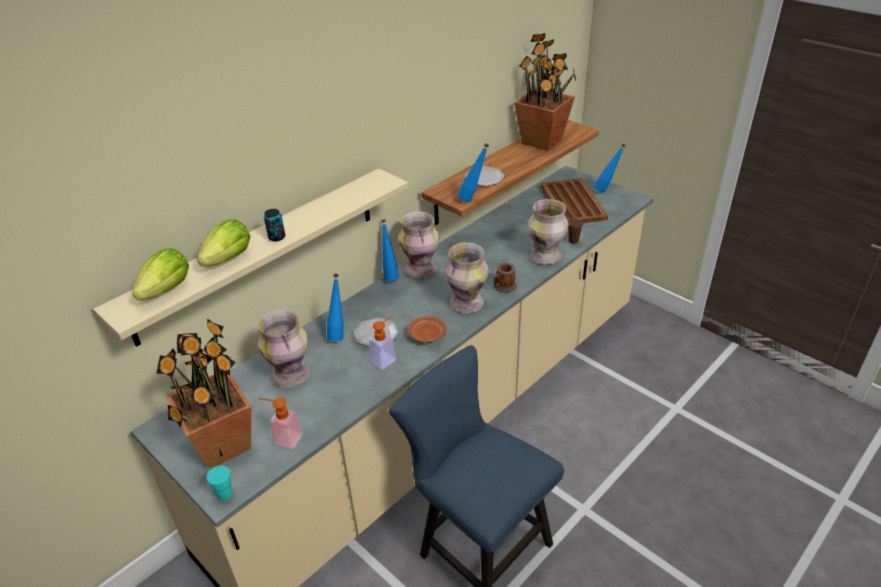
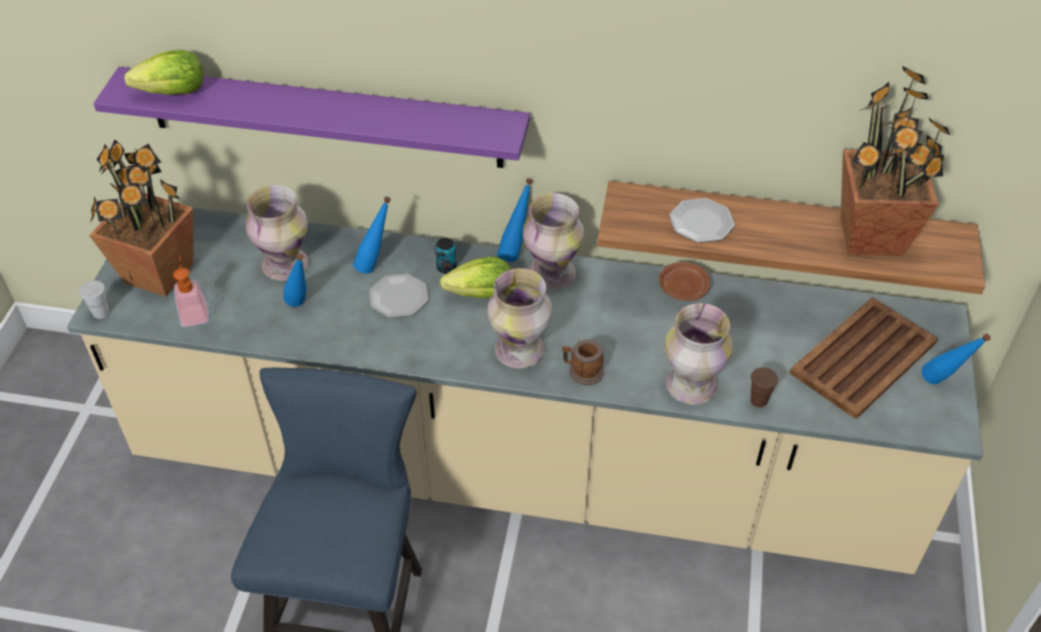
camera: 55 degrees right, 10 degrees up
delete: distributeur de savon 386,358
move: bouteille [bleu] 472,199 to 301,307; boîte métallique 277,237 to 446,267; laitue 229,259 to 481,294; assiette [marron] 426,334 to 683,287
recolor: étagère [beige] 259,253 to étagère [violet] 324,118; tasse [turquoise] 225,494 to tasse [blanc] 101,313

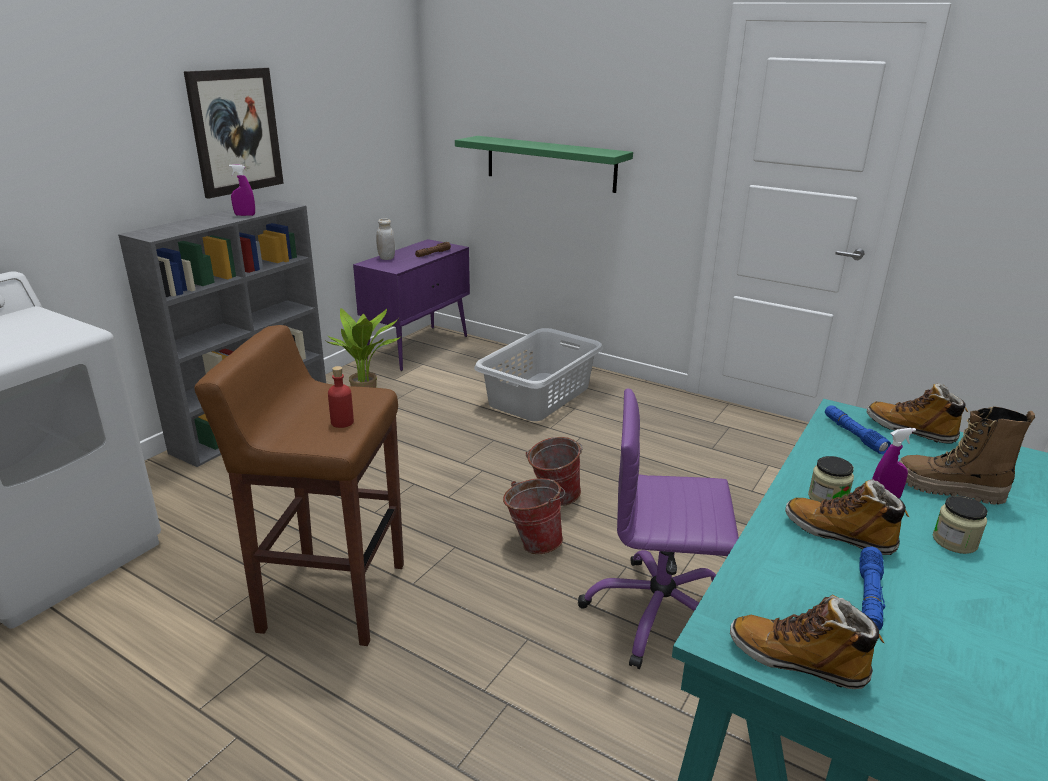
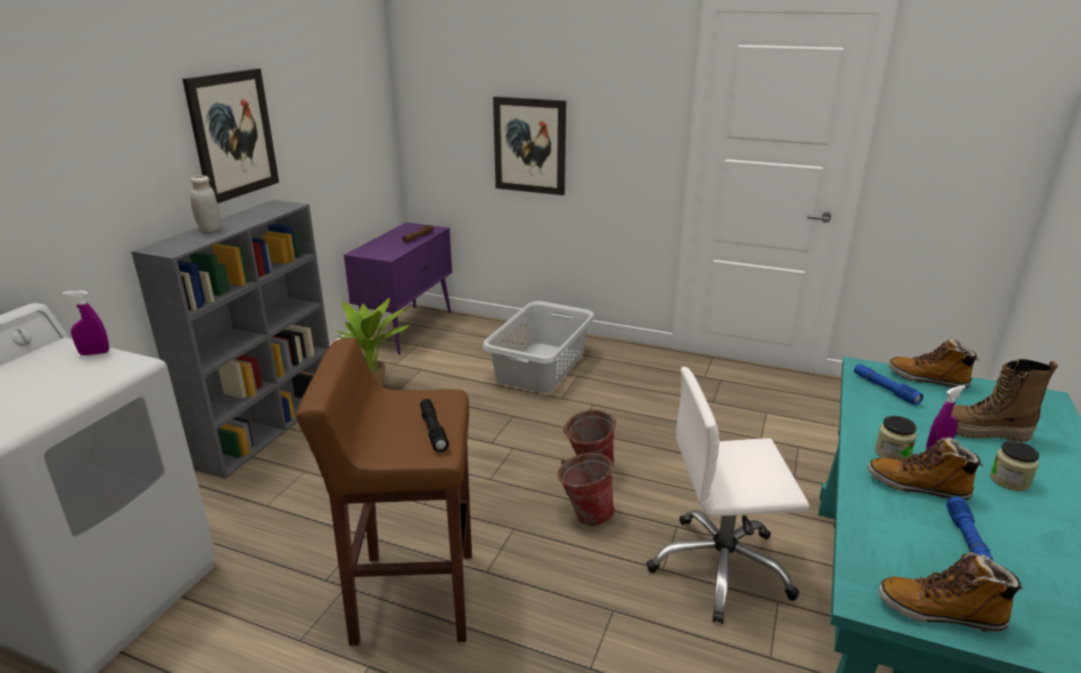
camera: 10 degrees left, 0 degrees up
move: vaporisateur [violet] 245,215 to 94,353; bocal [blanc] 386,258 to 210,229
replace: étagère [vert] 550,163 to tableau 530,145; bouteille [rouge] 342,422 to lampe de poche [noir] 433,430
recolor: chaise de bureau [violet] 658,614 to chaise de bureau [blanc] 721,568

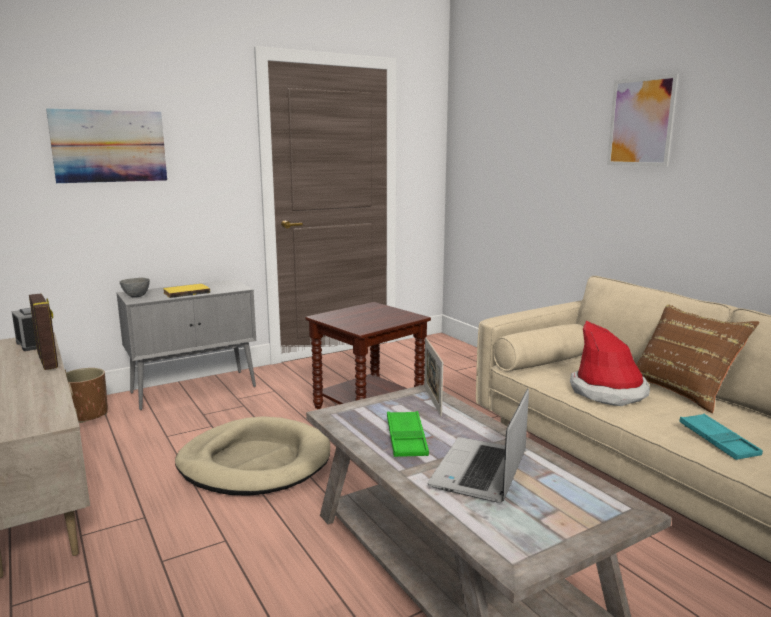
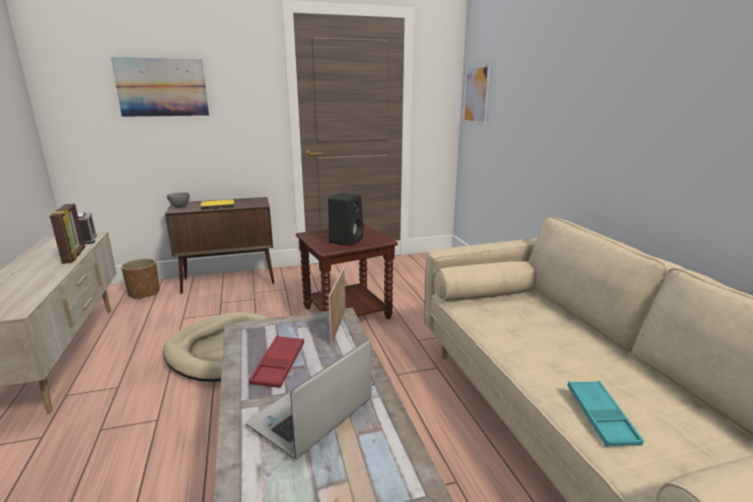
camera: 15 degrees right, 5 degrees up
delete: coussin [marron] 682,390; chapeau 608,392
insert: enceinte [noir] 346,240
move: tableau 641,122 to 476,95
recolor: meuble de rangement [gris] 195,389 to meuble de rangement [marron] 230,281; plateau [vert] 406,439 to plateau [rouge] 279,365

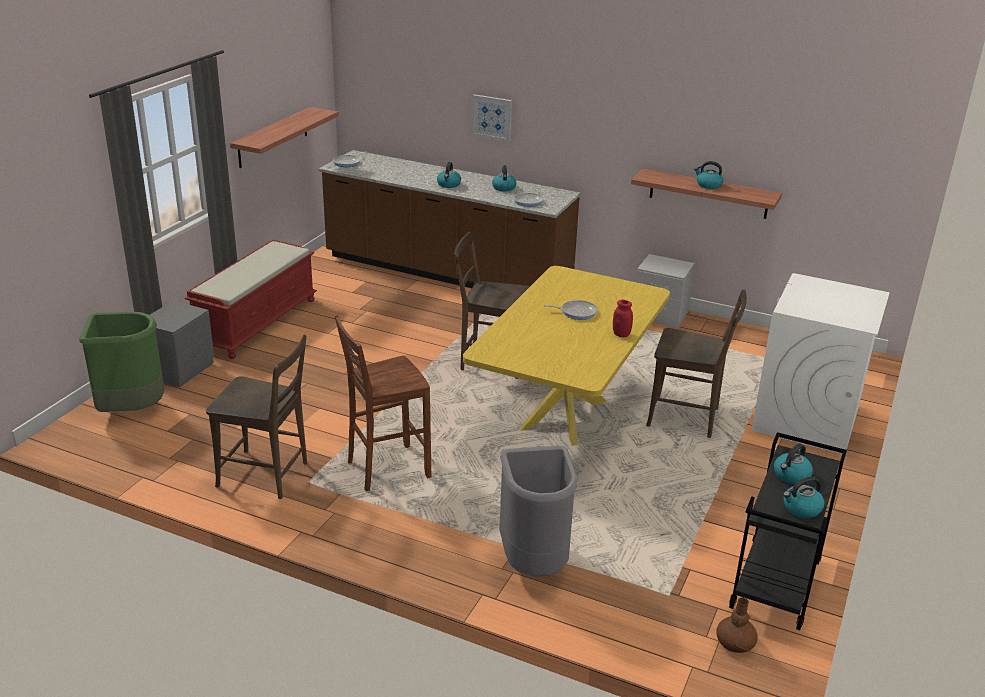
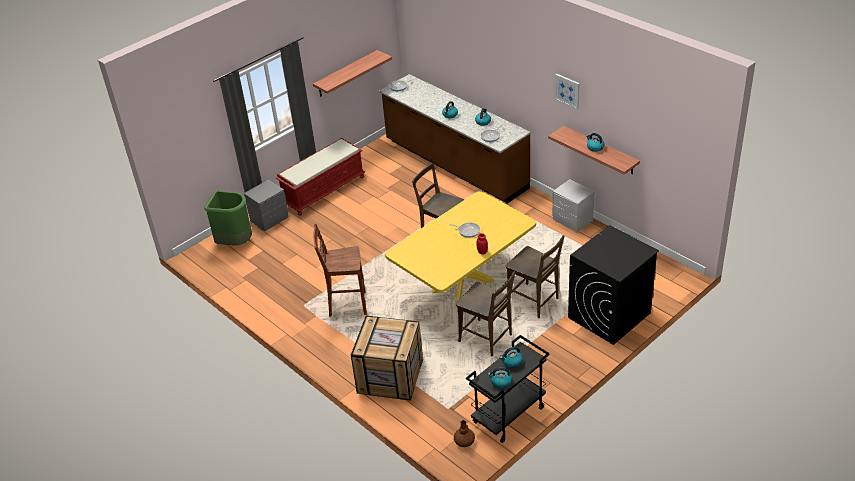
camera: 25 degrees right, 10 degrees up
move: tableau 492,117 to 567,91; chaise [marron] 267,475 to 487,339
replace: poubelle [gris] 534,564 to caisse 391,376
recolor: lave-linge [blanc] 806,418 to lave-linge [noir] 609,315

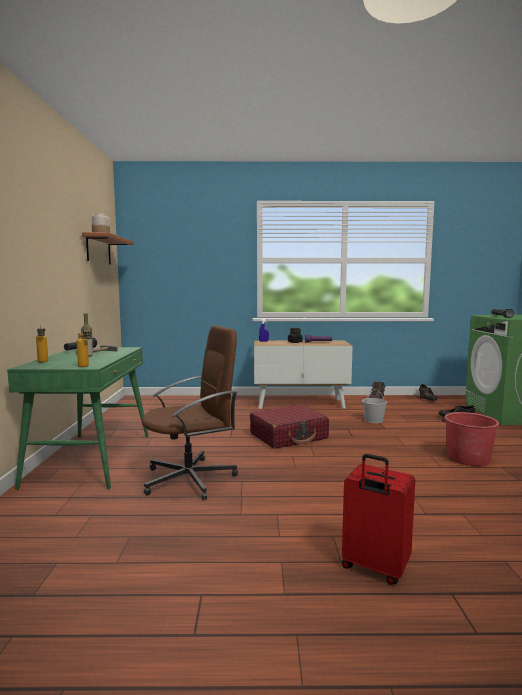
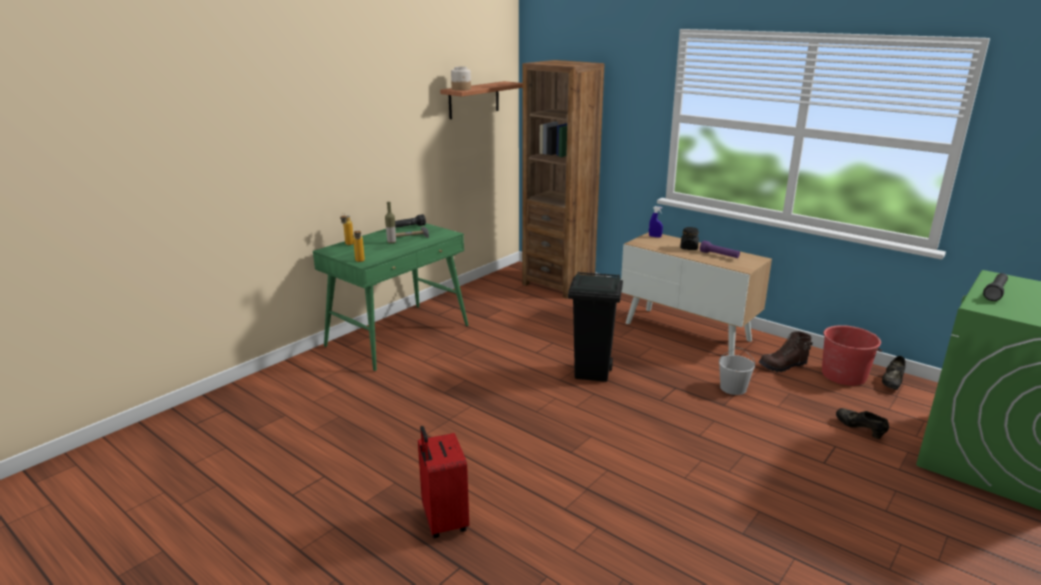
camera: 40 degrees right, 15 degrees up
delete: chaise de bureau [marron] 191,479
insert: bibliothèque [marron] 558,284
move: seau [rouge] 468,458 to 844,375
replace: valise [rouge] 289,436 to poubelle [noir] 593,373

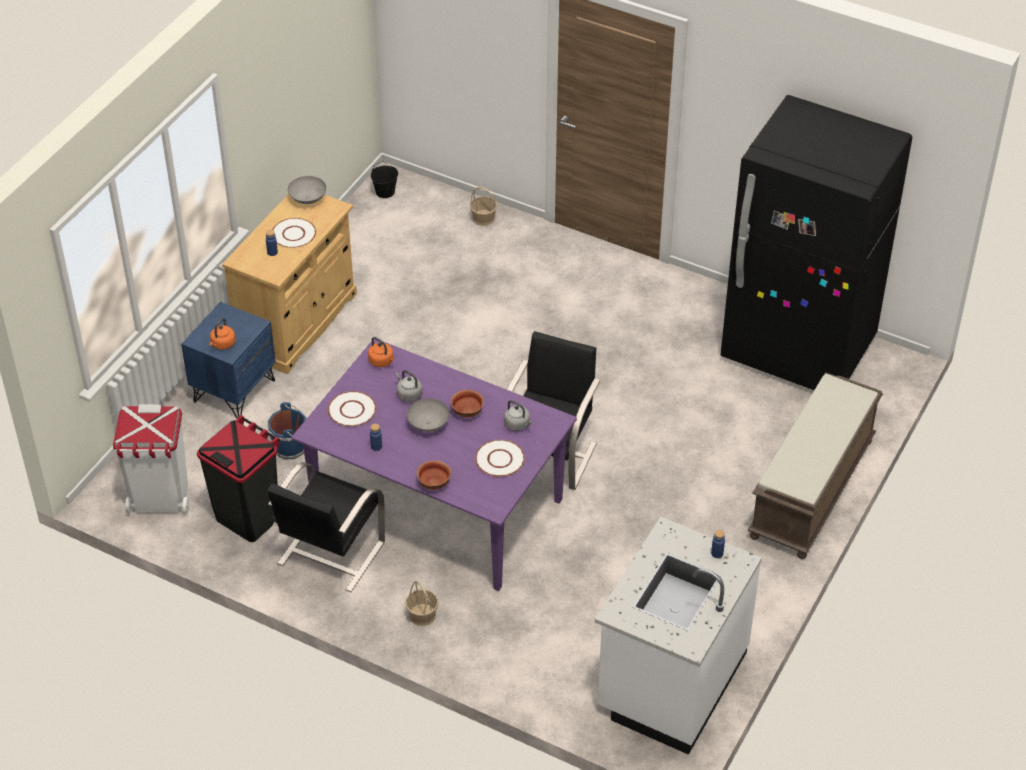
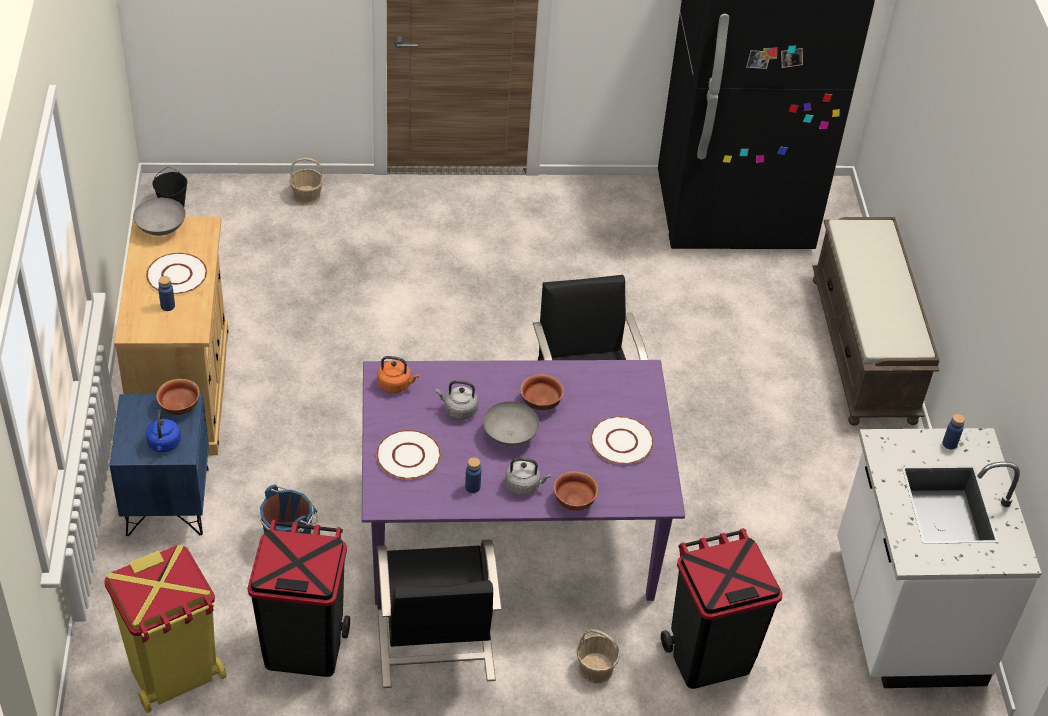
camera: 35 degrees left, 0 degrees up
insert: bol 180,408; poubelle [noir] 708,657
move: bouilloire [gris] 518,425 to 524,486
recolor: bouilloire [orange] 222,344 to bouilloire [bleu] 164,444; poubelle [blanc] 160,498 to poubelle [jaune] 174,674

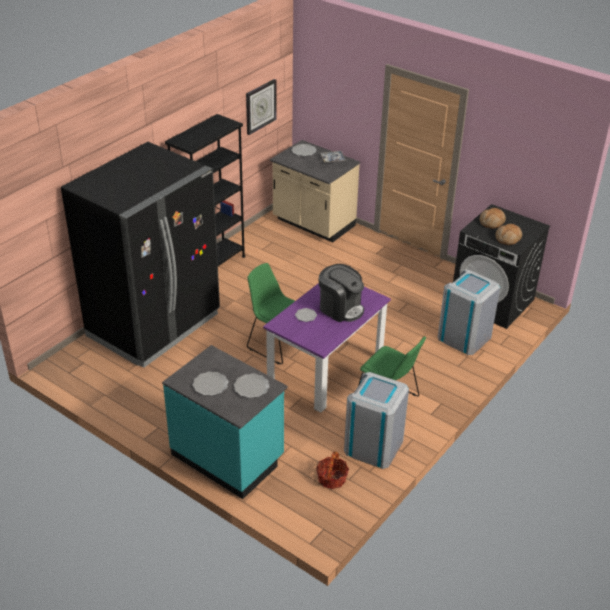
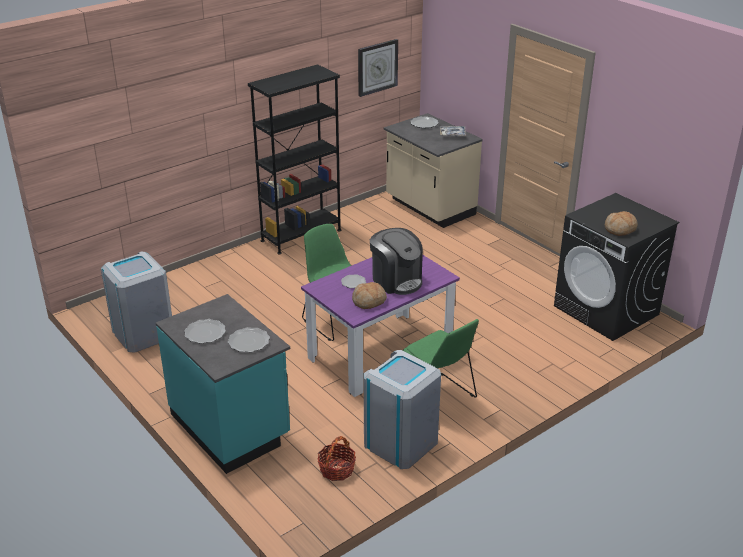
camera: 15 degrees right, 5 degrees down
delete: réfrigérateur [noir] 154,325
move: pain 492,222 to 369,301; poubelle [gris] 464,337 to 143,333

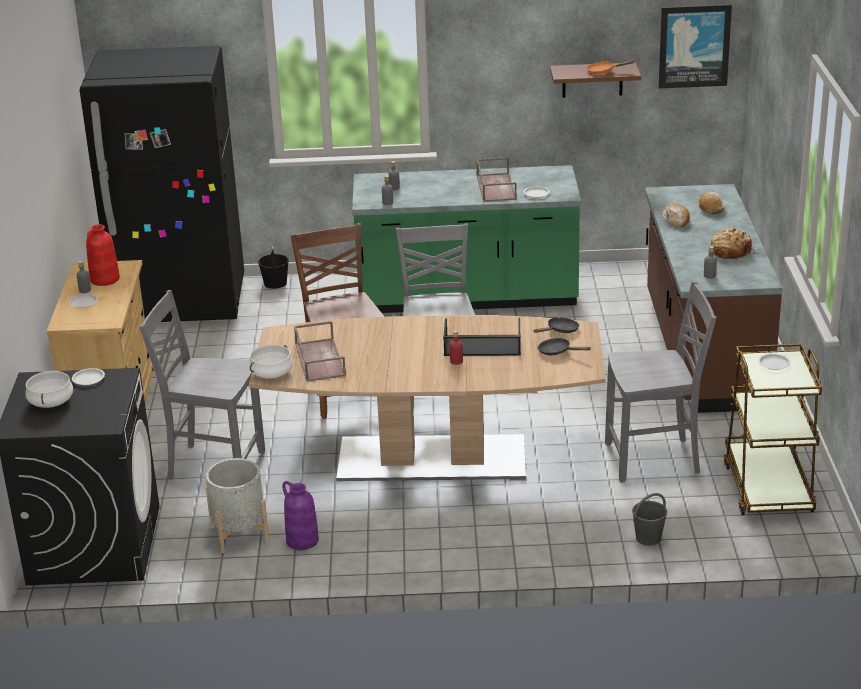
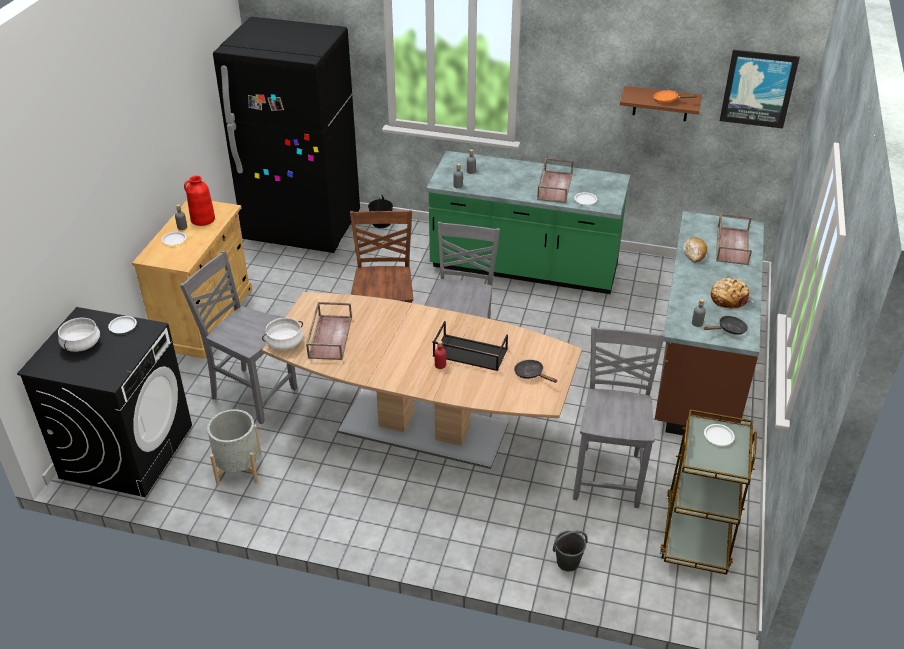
camera: 15 degrees right, 10 degrees up
delete: vase [violet] 301,540
move: poêle [noir] 560,330 to 729,329
replace: pain 711,207 to plateau [marron] 731,245
rotate: chaise [gris] 654,460 = 609,475 90 degrees counterclockwise

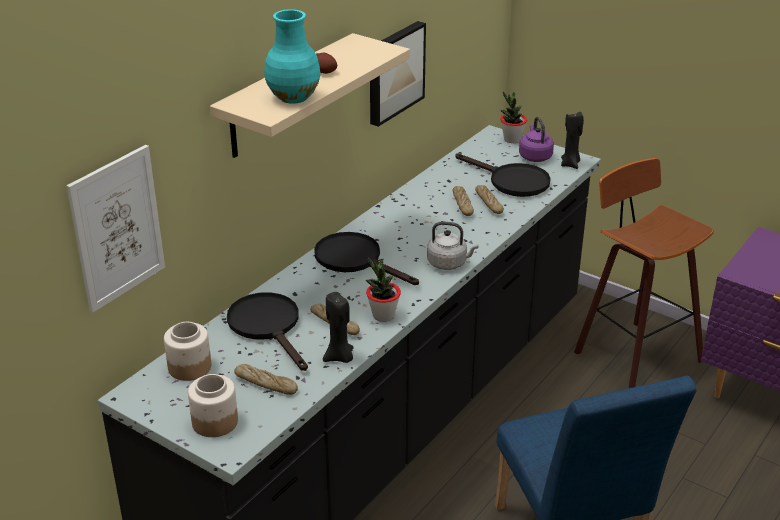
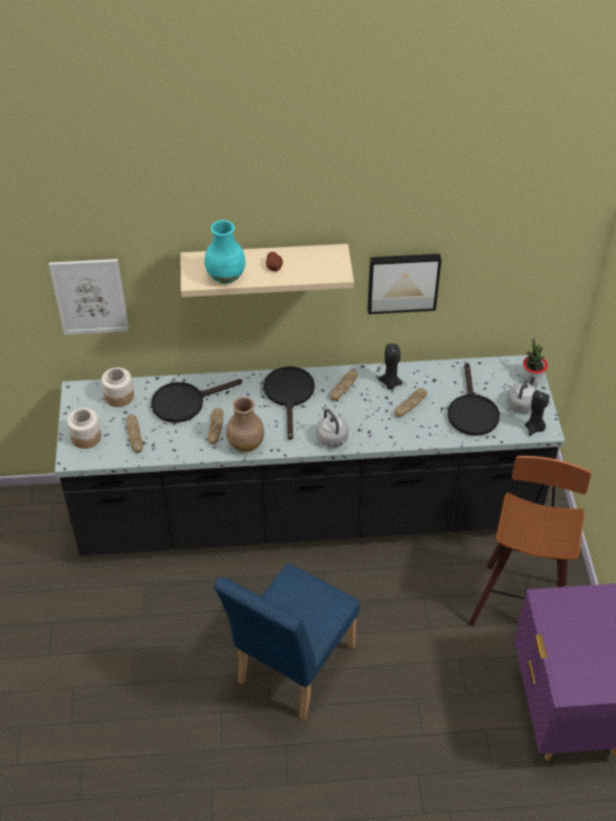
camera: 50 degrees right, 15 degrees up
move: pain 488,203 to 343,388; bougie [noir] 340,357 to 390,384
replace: plante en pot 383,315 to vase [marron] 246,443
recolor: bouilloire [violet] 534,156 to bouilloire [gris] 522,403
rotate: poêle [noir] 268,326 = 185,402 135 degrees counterclockwise

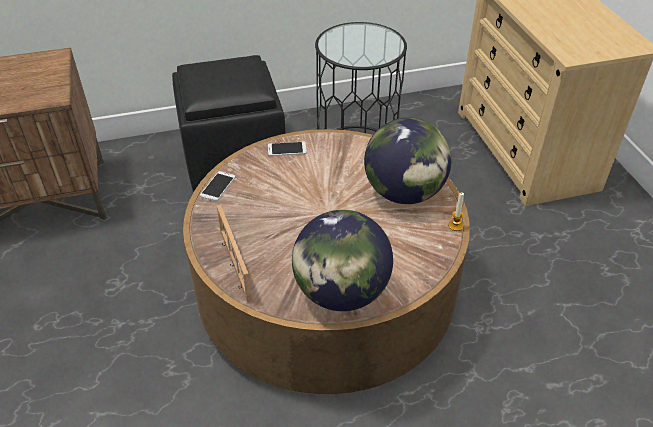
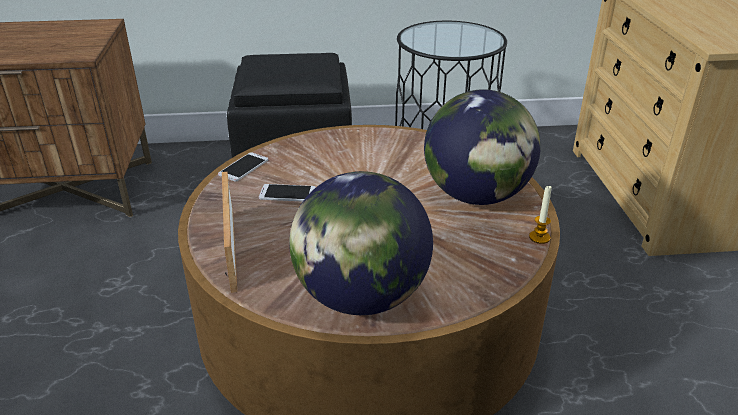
camera: 10 degrees right, 10 degrees down
move: téléphone 287,149 to 288,193

